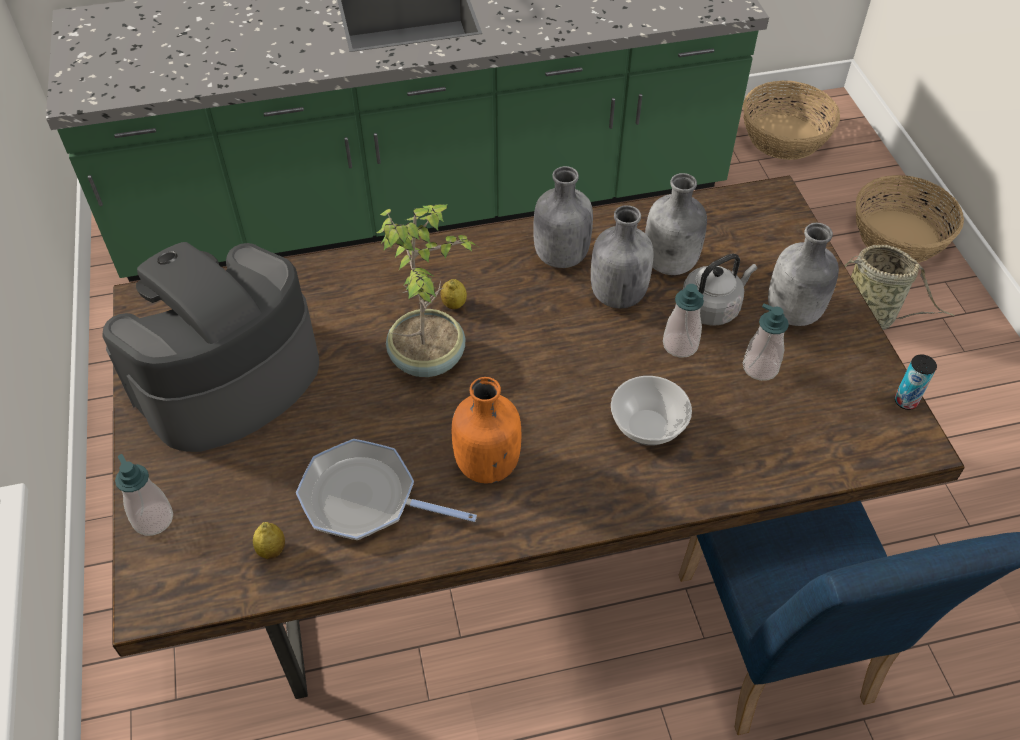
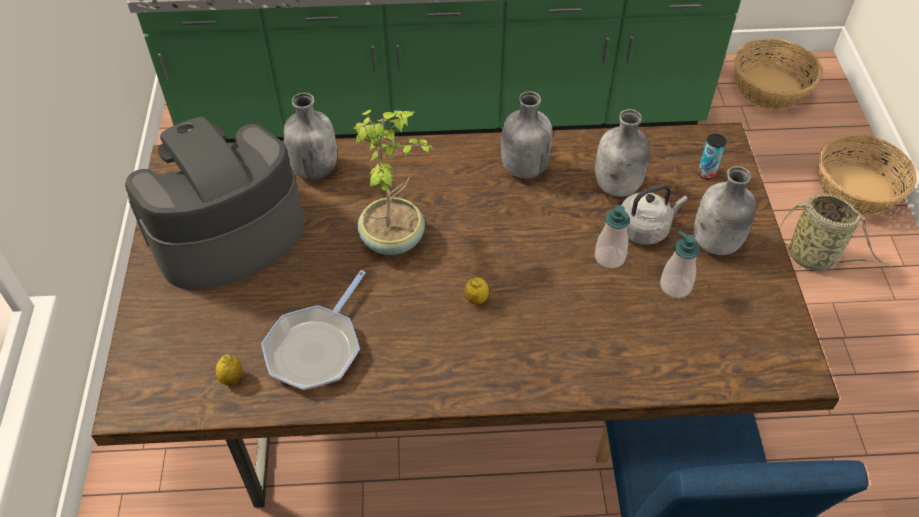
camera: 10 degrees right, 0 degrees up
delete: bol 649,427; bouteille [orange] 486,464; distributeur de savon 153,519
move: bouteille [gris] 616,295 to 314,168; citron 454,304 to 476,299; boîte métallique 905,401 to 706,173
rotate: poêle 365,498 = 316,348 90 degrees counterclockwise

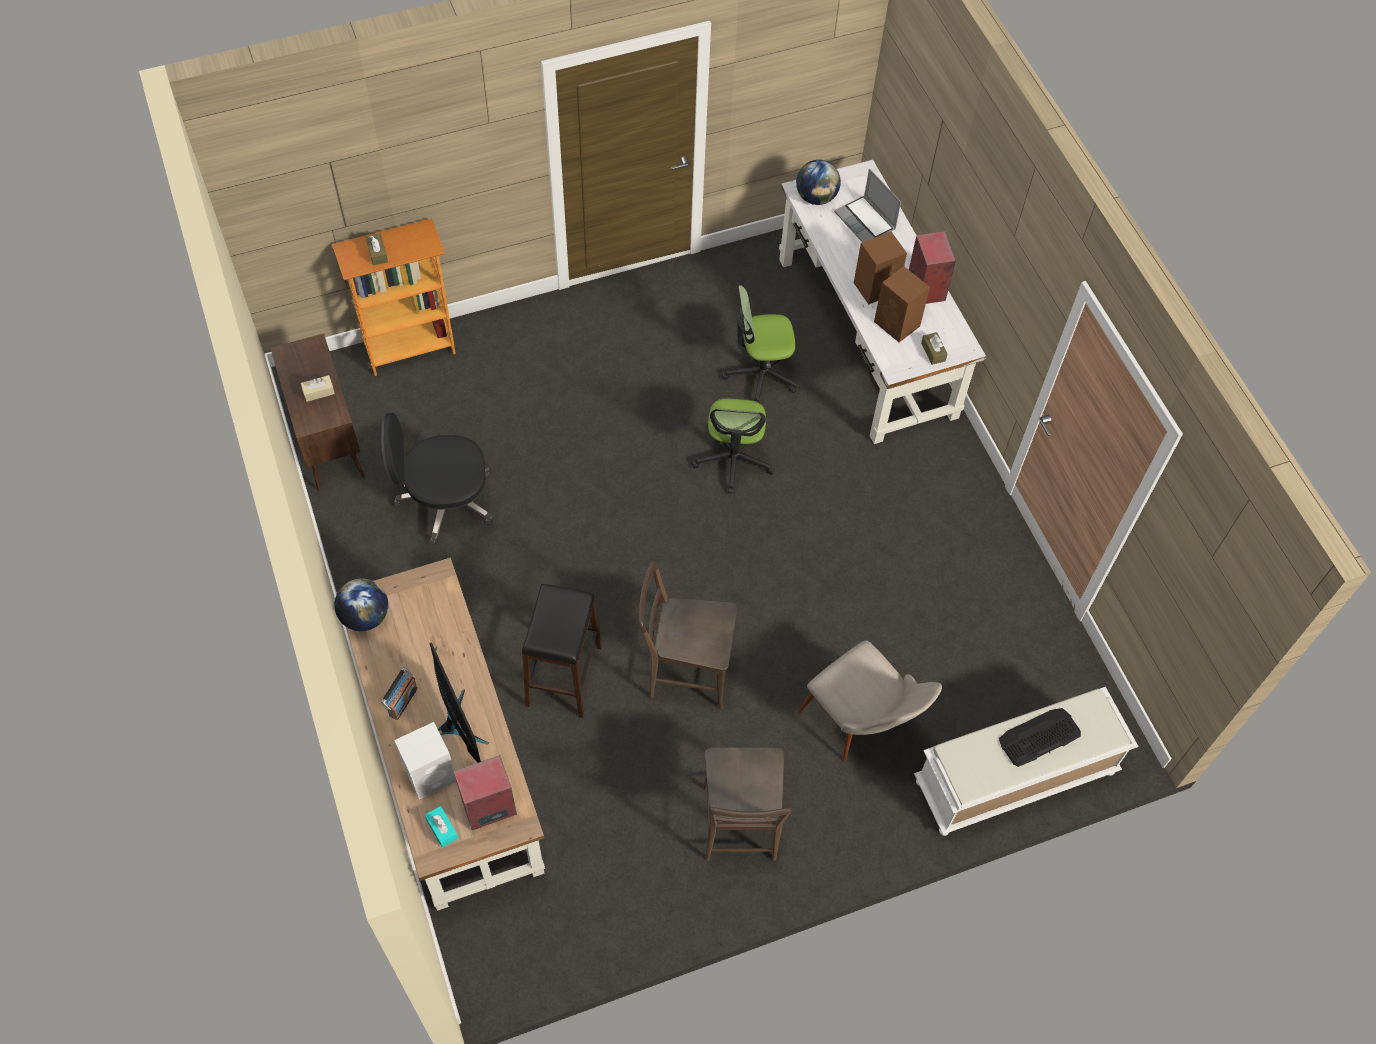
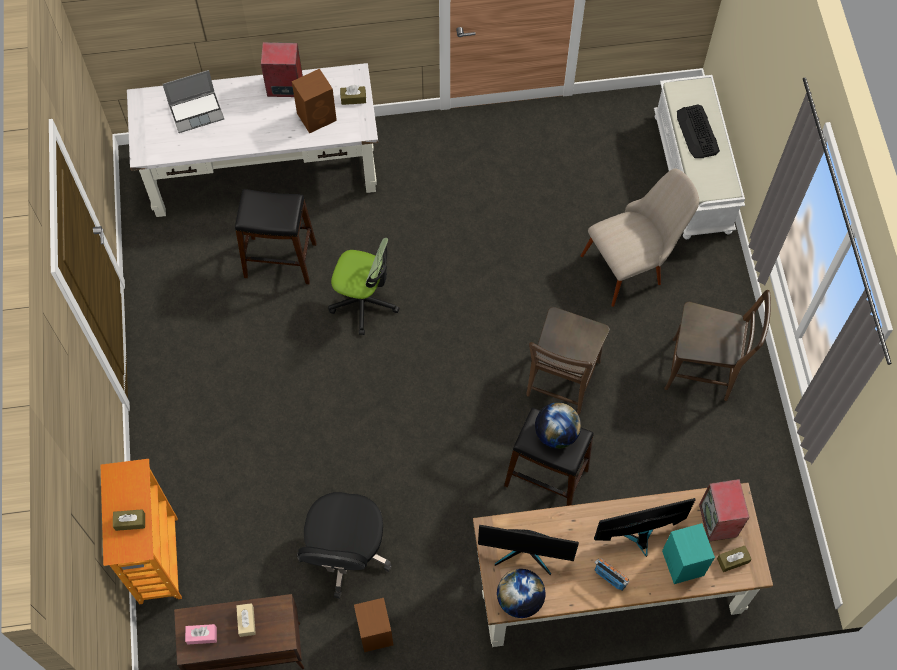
camera: 75 degrees left, 5 degrees up
insert: écran d'ordinateur 525,553; boîte à mouchoirs [rose] 202,635
move: globe 816,197 to 556,433; enceinte [marron] 876,287 to 375,631
replace: chaise de bureau 760,375 to tabouret [noir] 280,260
recolor: enceinte [blanc] 432,774 to enceinte [turquoise] 682,562; boîte à mouchoirs [turquoise] 442,829 to boîte à mouchoirs [marron] 733,560

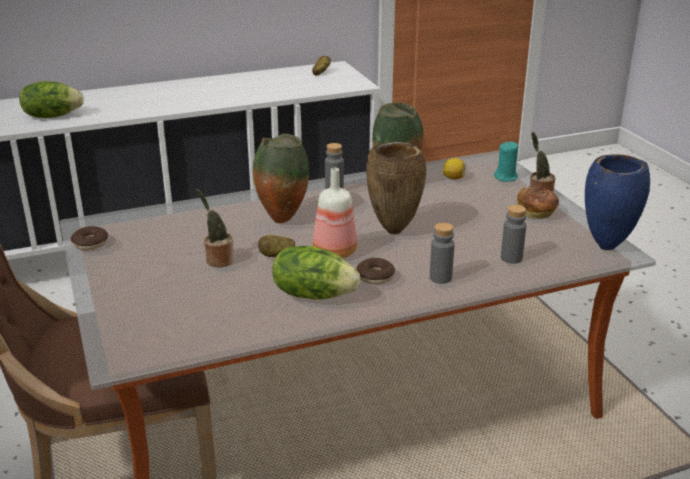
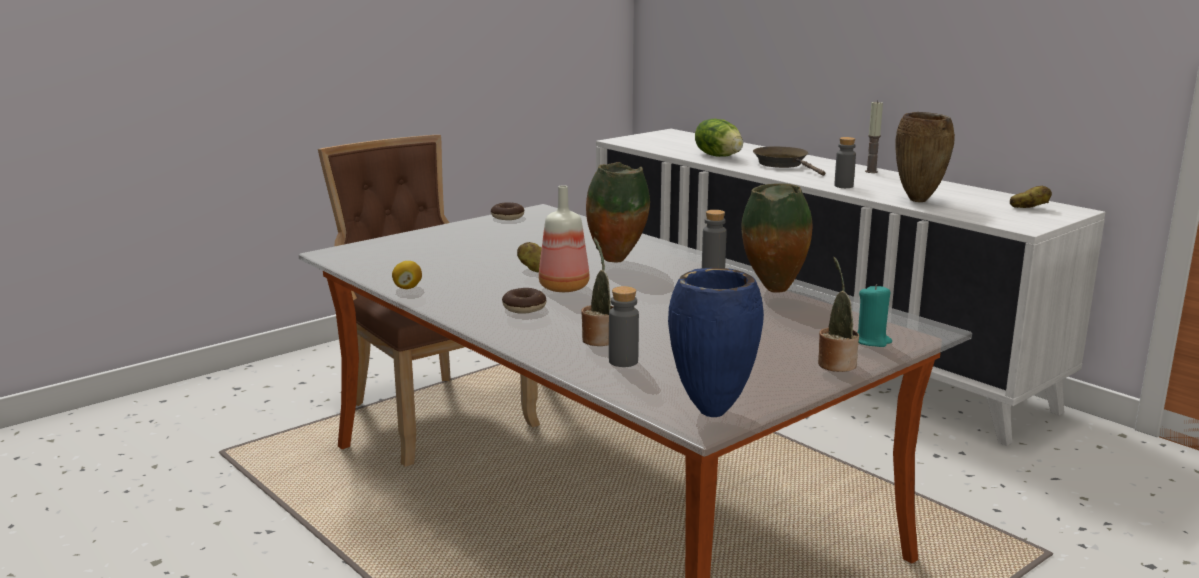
camera: 70 degrees right, 10 degrees down
delete: pain 536,213; laitue 313,294
insert: bougie 871,171; poêle [marron] 783,164
move: vase [marron] 394,230 to 919,200; citron 453,178 to 407,288; plante en pot 218,260 to 599,338; bouteille [gris] 440,278 to 843,186

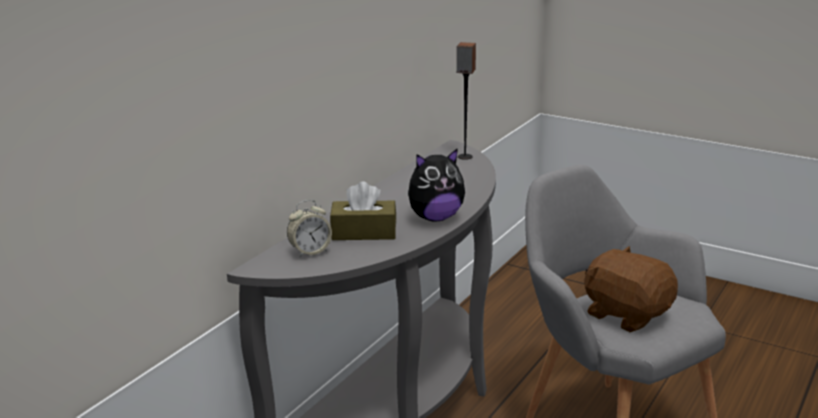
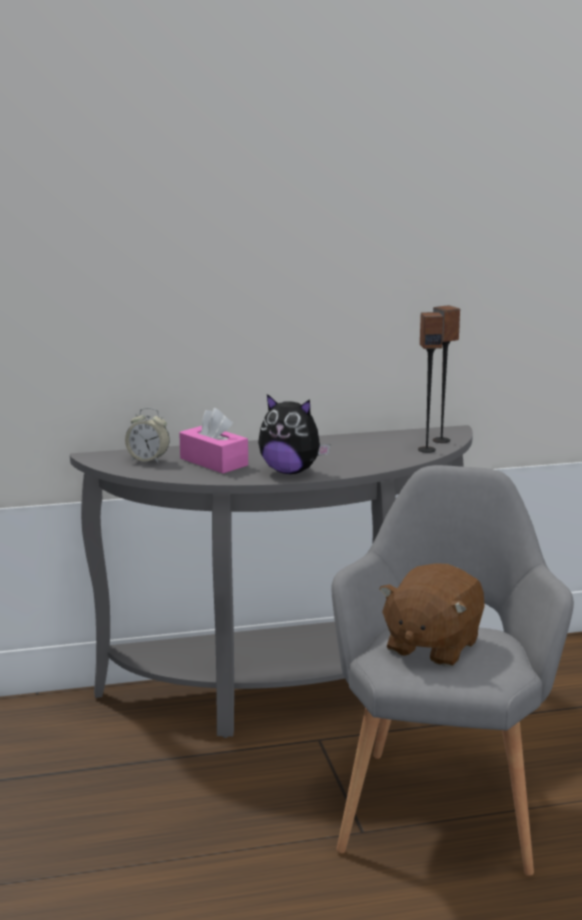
camera: 45 degrees right, 5 degrees down
insert: enceinte 426,449
recolor: boîte à mouchoirs [marron] 364,232 to boîte à mouchoirs [rose] 214,462
rotate: peluche [marron] 626,314 = 431,646 150 degrees counterclockwise

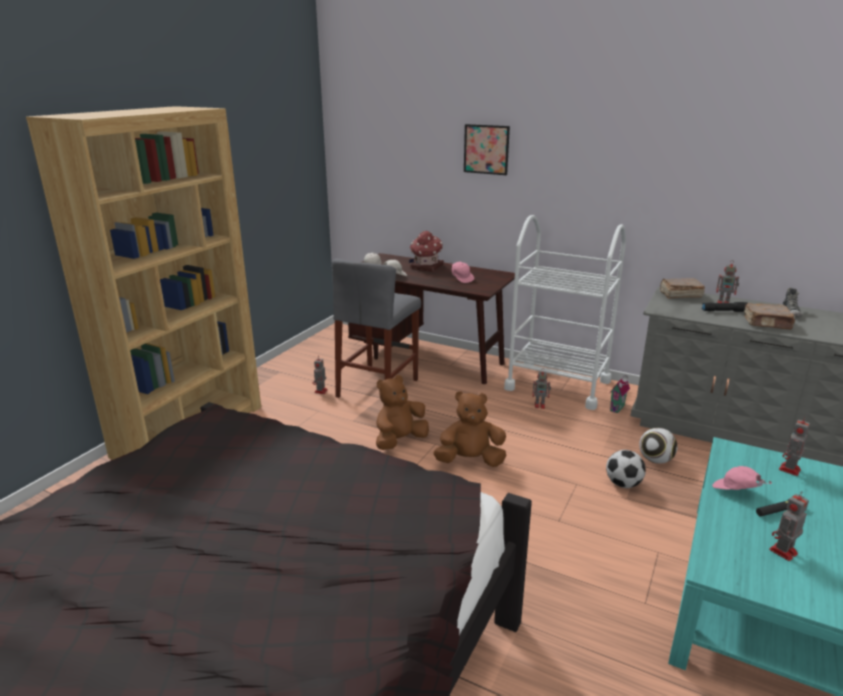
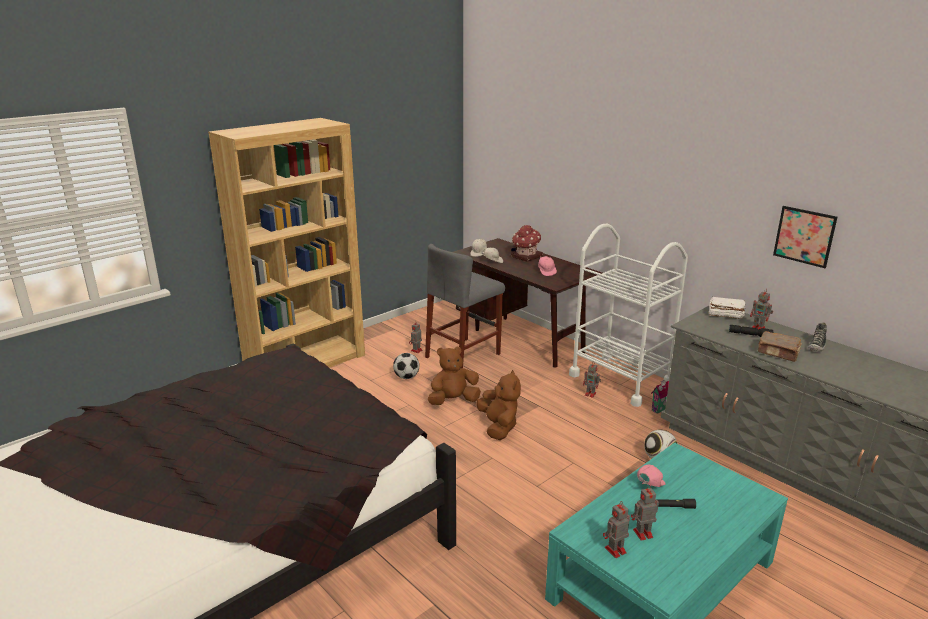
camera: 20 degrees right, 0 degrees up
move: tableau 486,149 to 804,236; robot jouet 789,470 to 614,550; ballon de foot 623,484 to 406,377
recolor: livre [marron] 680,295 to livre [blanc] 725,314
rotate: peluche [marron] 470,461 = 498,427 60 degrees clockwise; casquette [rose] 735,491 = 649,485 75 degrees clockwise

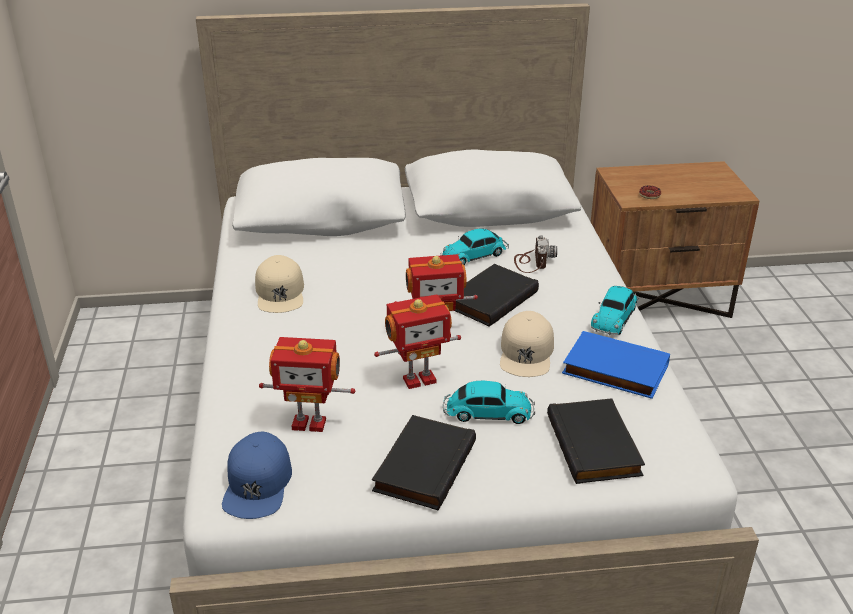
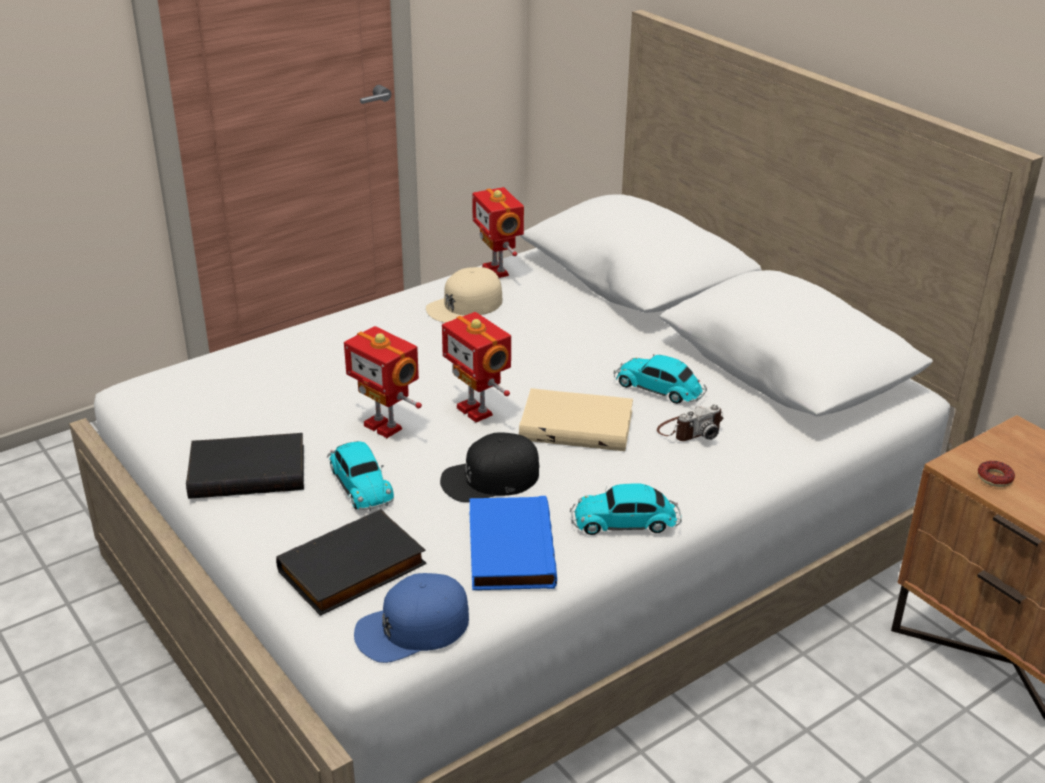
camera: 60 degrees right, 0 degrees up
move: robot jouet 309,422 to 497,271; casquette [bleu] 258,484 to 412,628
recolor: livre [noir] 490,298 to livre [beige] 577,424; casquette [beige] 526,353 to casquette [noir] 490,478

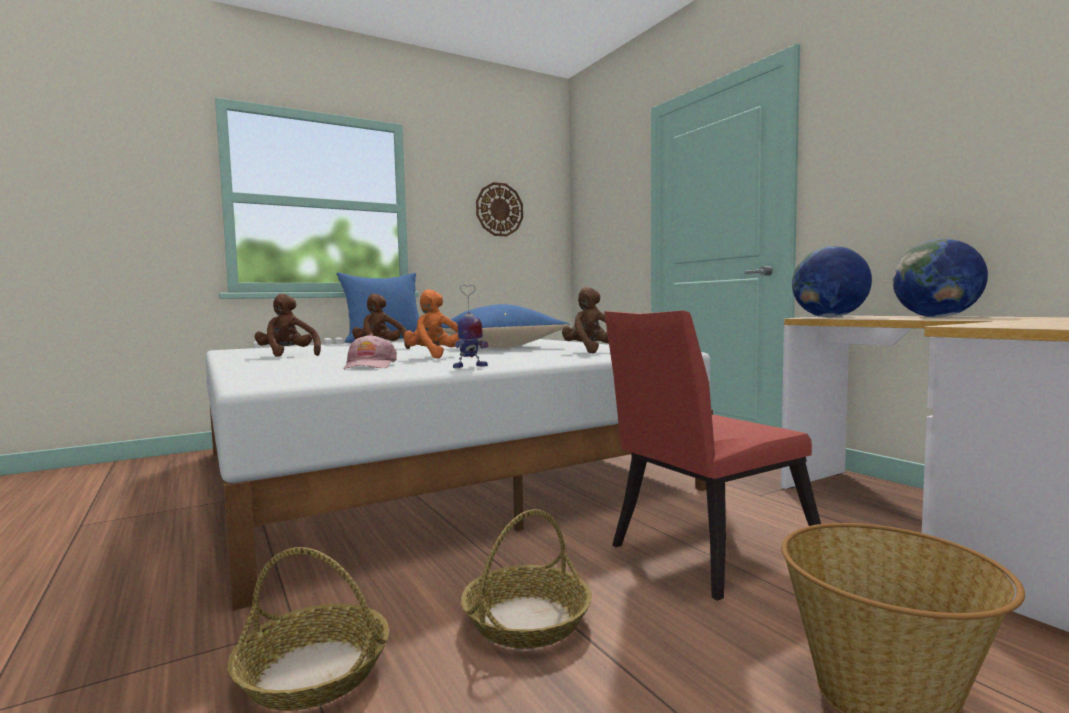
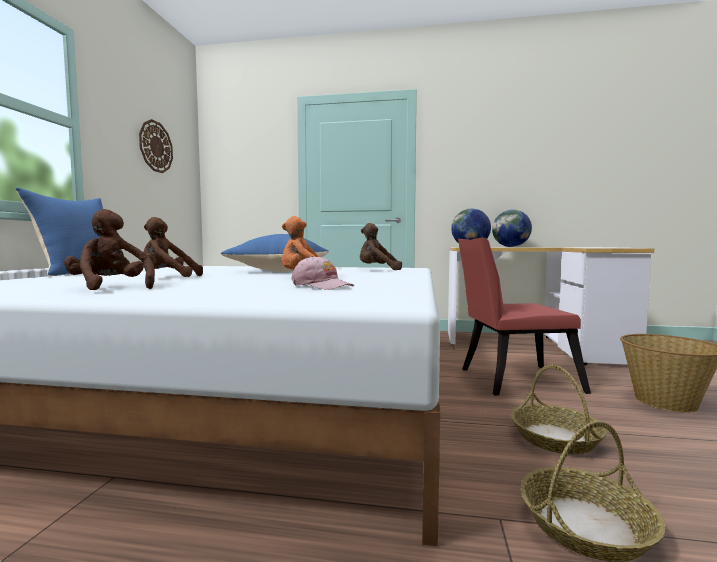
camera: 50 degrees left, 0 degrees up
delete: robot jouet 469,366
rotate: peluche [marron] 288,355 = 111,288 45 degrees clockwise; chaise [rouge] 705,554 = 512,380 75 degrees clockwise

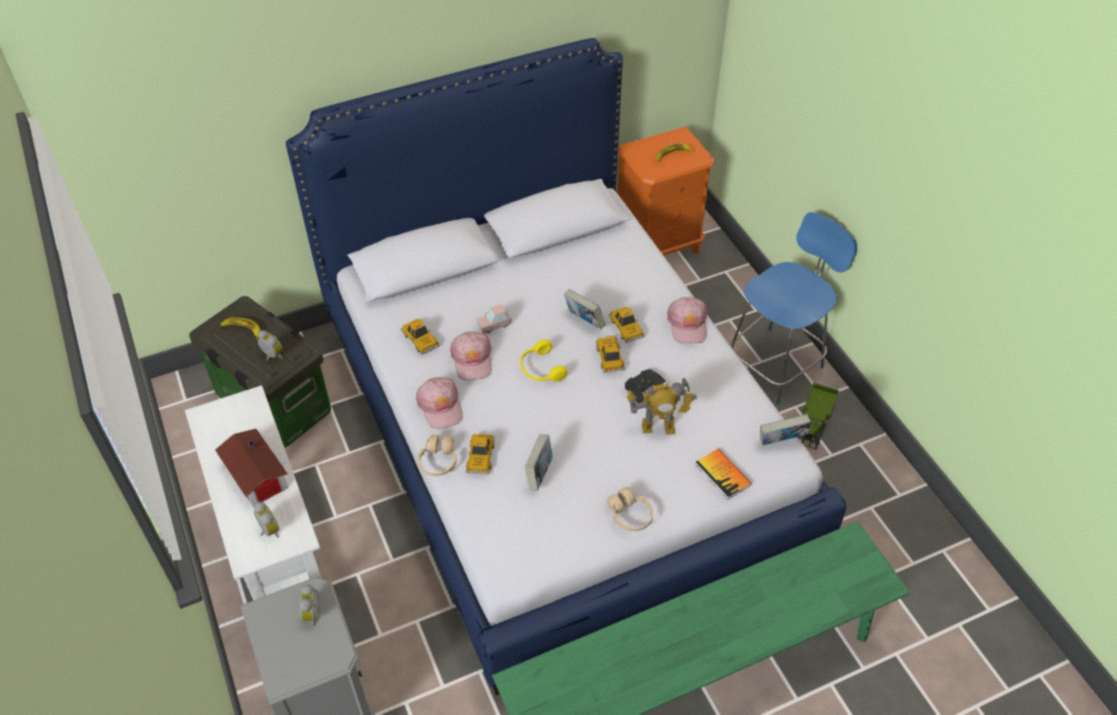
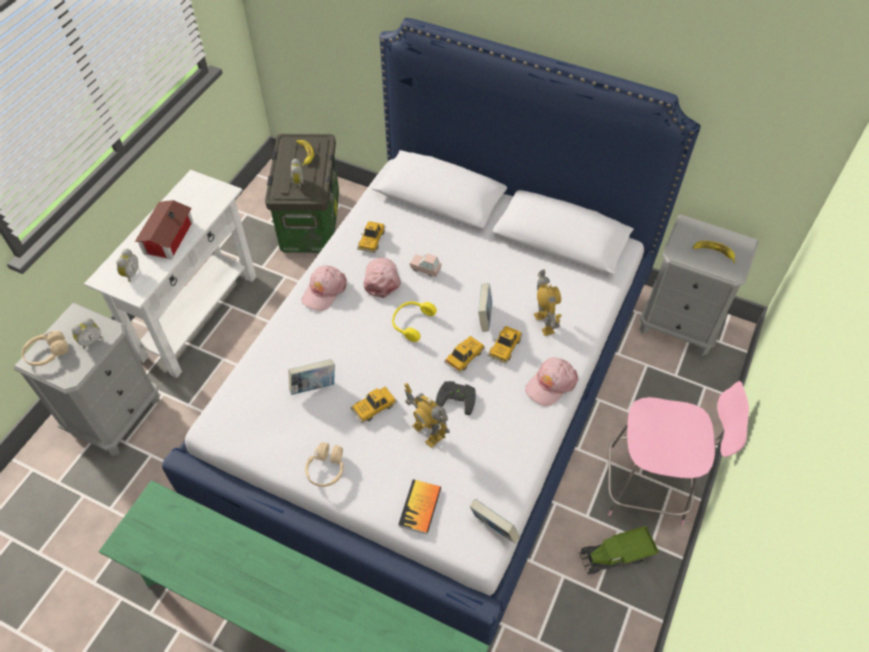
camera: 50 degrees right, 5 degrees up
insert: robot jouet 544,323
move: petite voiture 480,457 to 374,407; casque audio [beige] 438,461 to 47,353
recolor: table de chevet [orange] 658,245 to table de chevet [gris] 679,324; tabouret [bleu] 776,363 to tabouret [rose] 649,486
rotate: casquette [rose] 472,360 = 381,279 135 degrees clockwise

